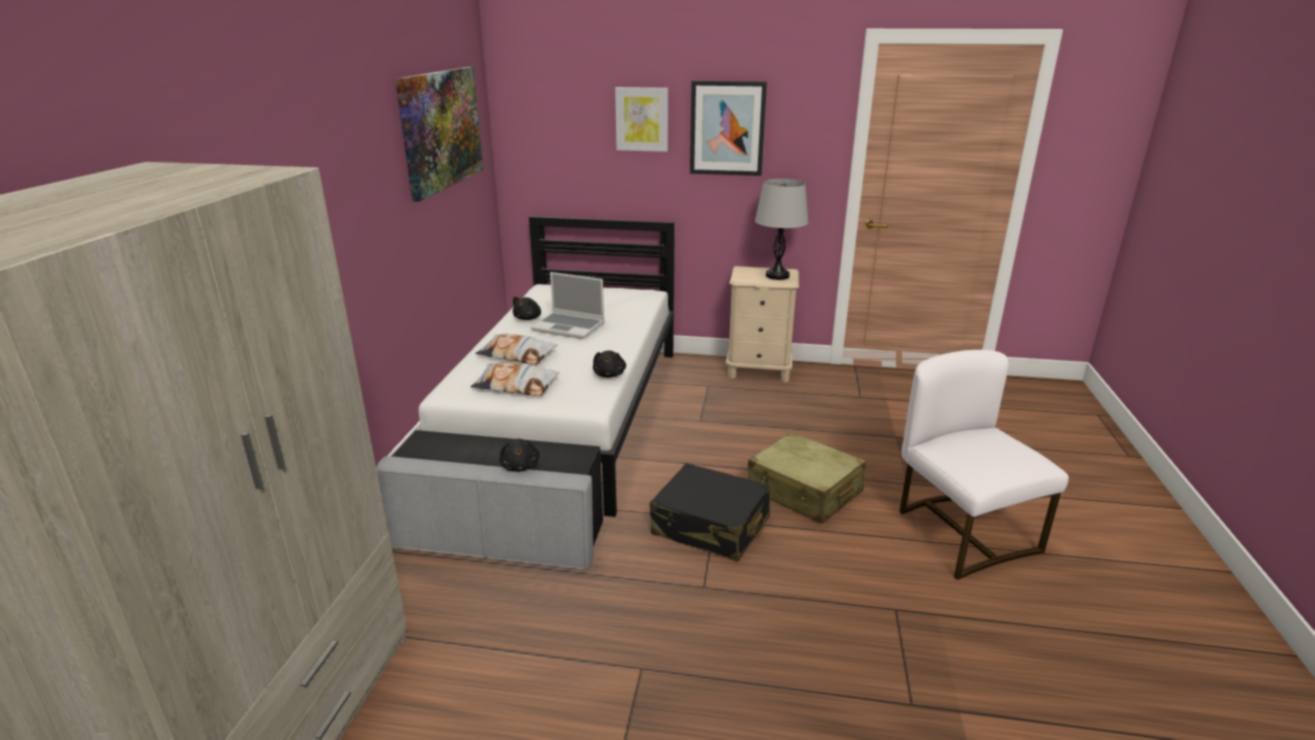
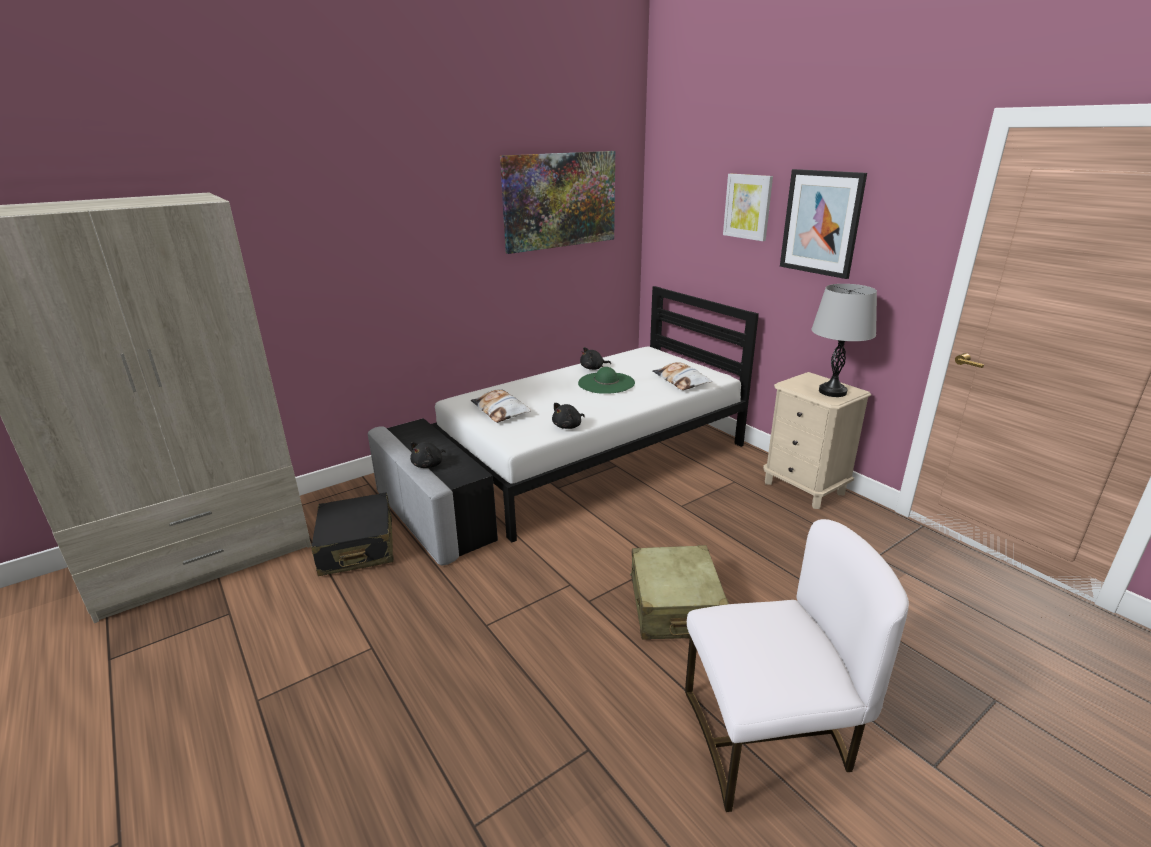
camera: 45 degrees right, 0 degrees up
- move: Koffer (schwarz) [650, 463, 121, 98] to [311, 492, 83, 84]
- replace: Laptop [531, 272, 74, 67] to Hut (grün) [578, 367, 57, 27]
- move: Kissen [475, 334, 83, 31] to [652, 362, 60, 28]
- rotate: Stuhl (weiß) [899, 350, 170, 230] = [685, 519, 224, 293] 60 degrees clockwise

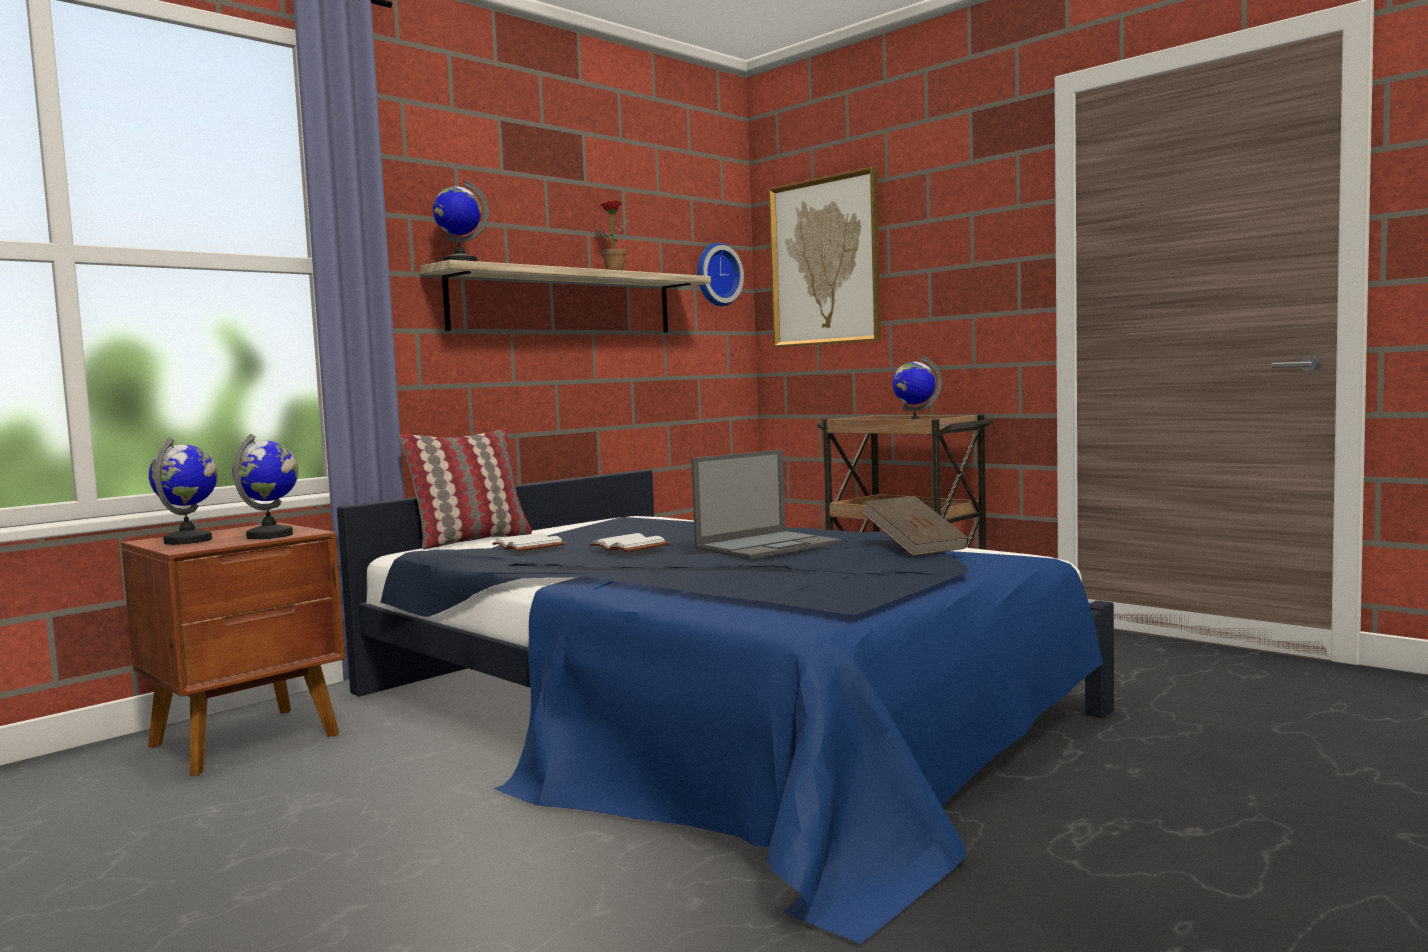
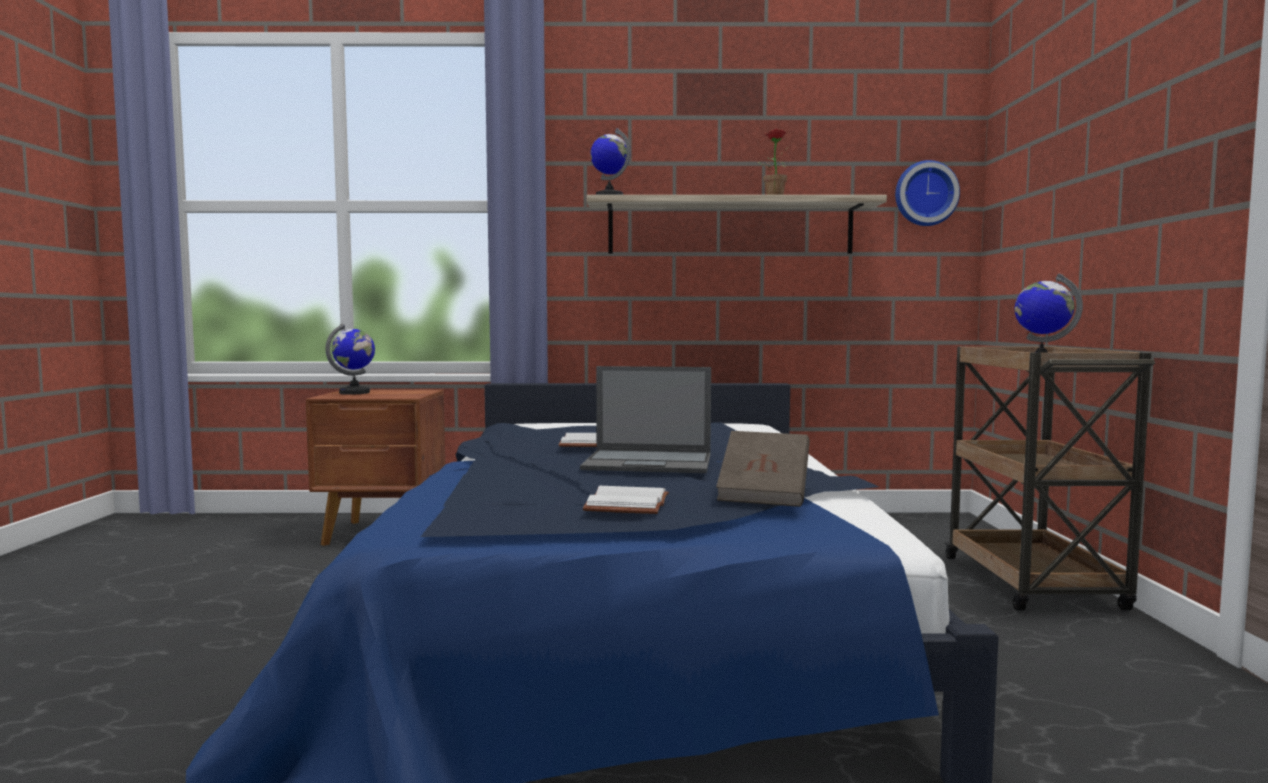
camera: 45 degrees right, 0 degrees up
- move: Buch (weiß) [492, 533, 74, 18] to [583, 486, 86, 28]
- delete: Globus [232, 434, 66, 105]
- delete: Kissen [399, 428, 133, 121]
- delete: Bild [768, 167, 113, 180]

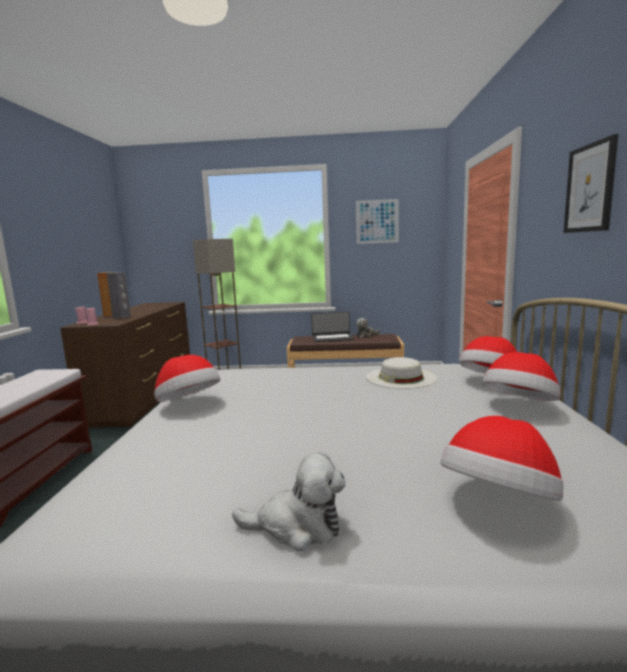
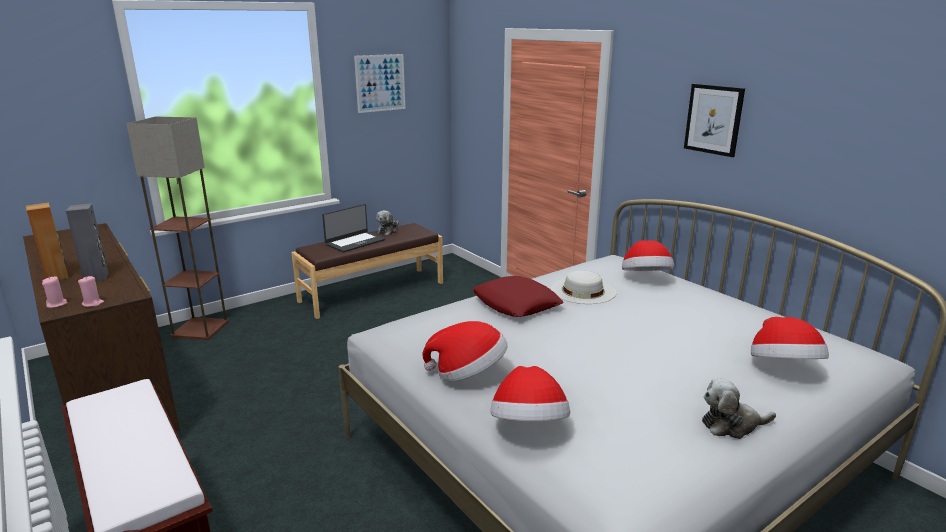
camera: 40 degrees left, 10 degrees up
- insert: Kissen (rot) [472, 276, 92, 41]
- move: Hut [482, 352, 78, 49] to [490, 366, 80, 55]
- rotate: Plüschtier [232, 452, 114, 99] = [702, 378, 74, 61] 150 degrees counterclockwise

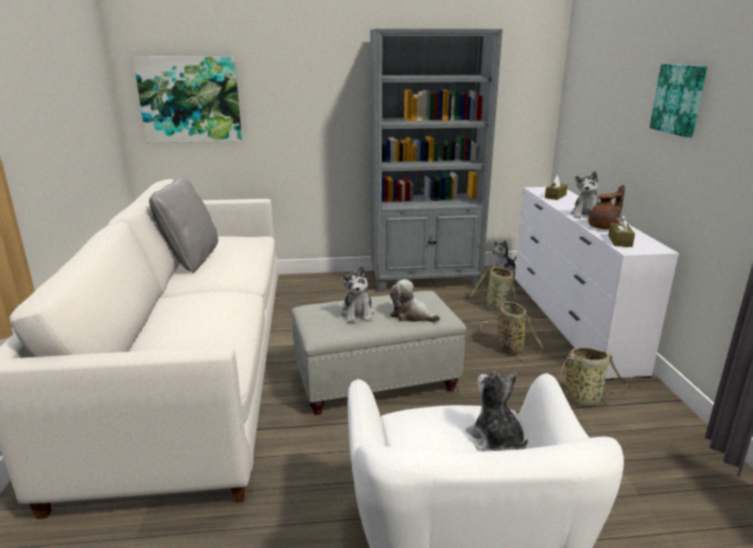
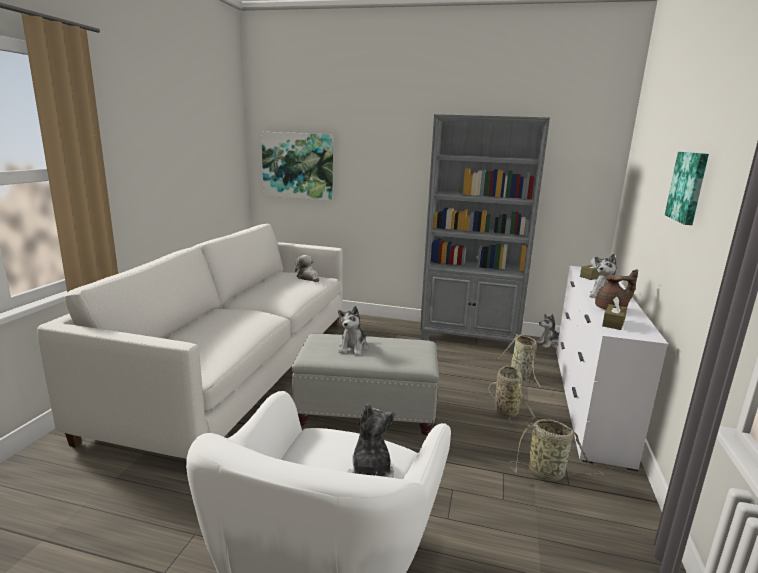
camera: 20 degrees right, 5 degrees down
- move: Plüschtier [390, 279, 51, 43] to [295, 255, 24, 27]
- delete: Kissen (grau) [149, 177, 69, 96]

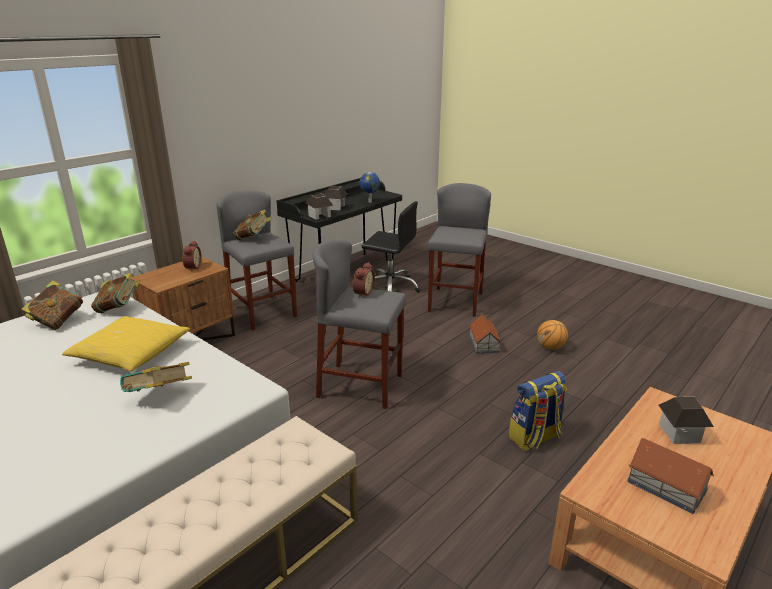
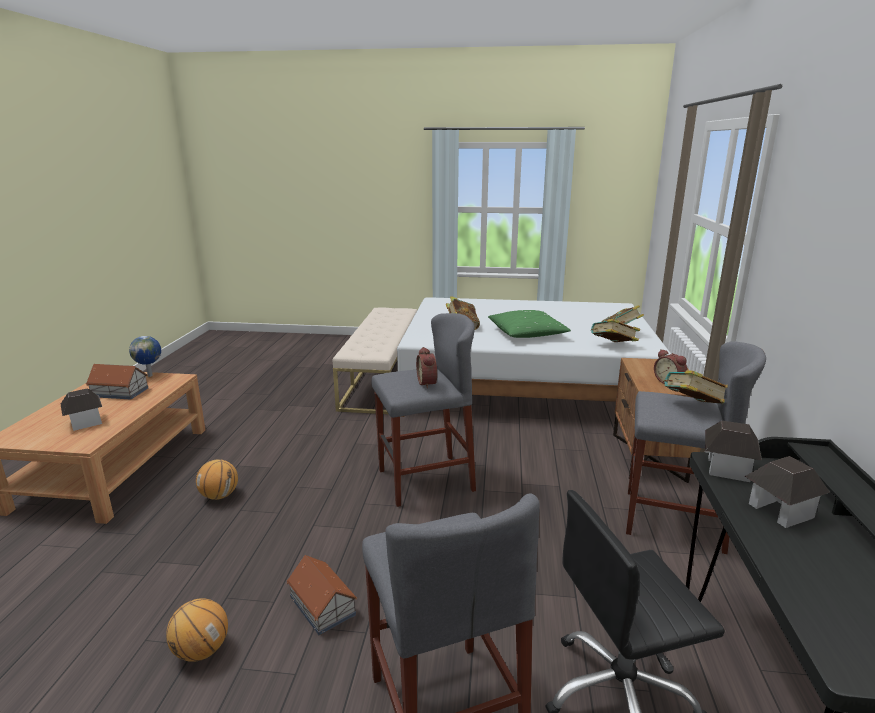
camera: 145 degrees right, 5 degrees down
- move: Globus [359, 172, 21, 31] to [129, 336, 32, 41]
- replace: Rucksack [509, 371, 58, 80] to Basketball [196, 459, 42, 41]
- recolor: Kissen (gelb) [62, 316, 128, 55] to Kissen (grün) [488, 310, 83, 28]

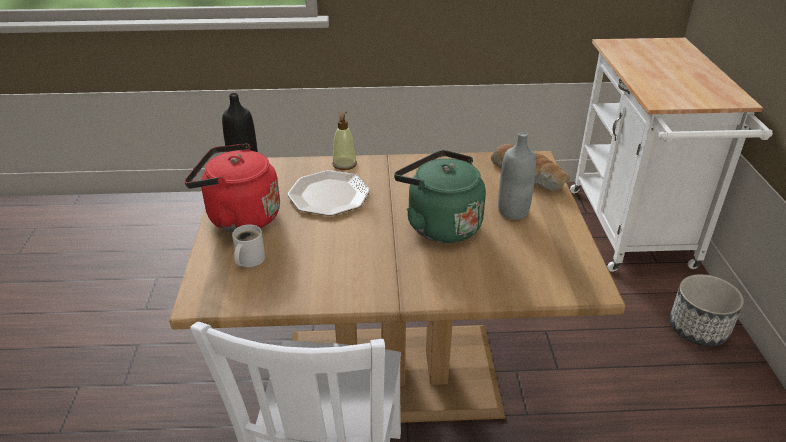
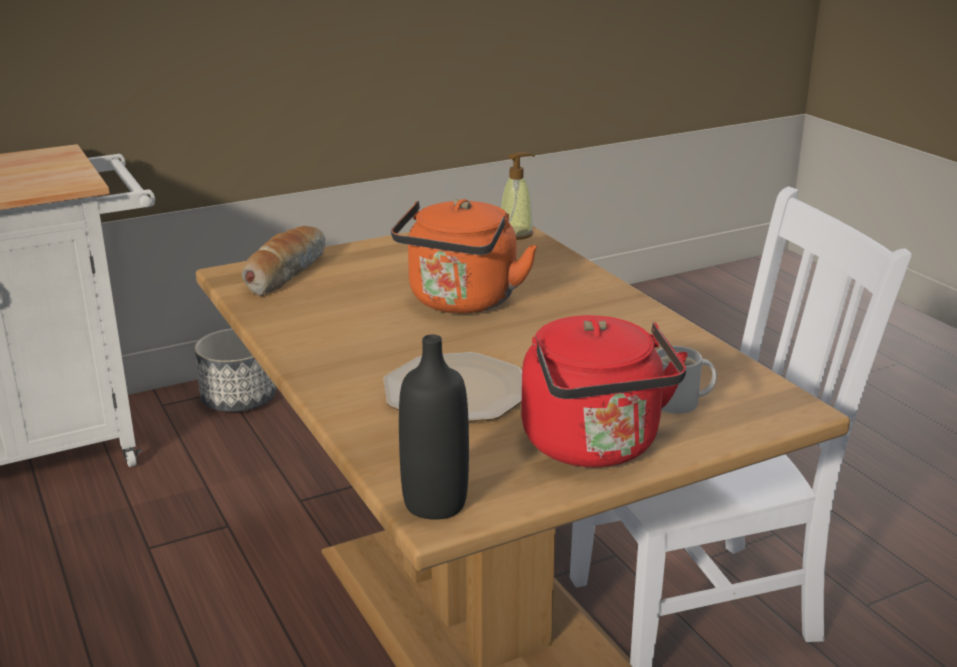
camera: 115 degrees left, 10 degrees down
- recolor: Wasserkessel (grün) [394, 150, 92, 93] to Wasserkessel (orange) [391, 199, 146, 115]
- move: Seifenspender [332, 112, 25, 58] to [501, 152, 34, 88]
- delete: Flasche (grau) [498, 132, 38, 88]

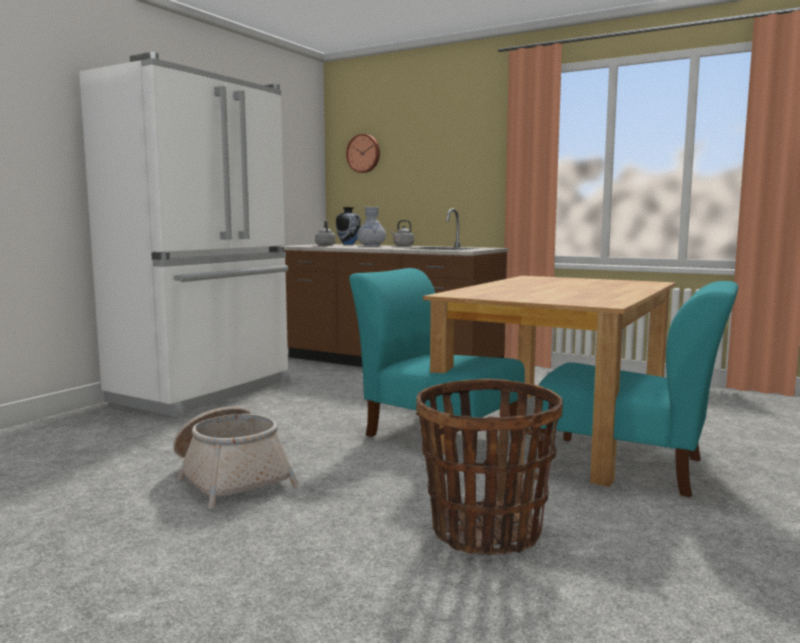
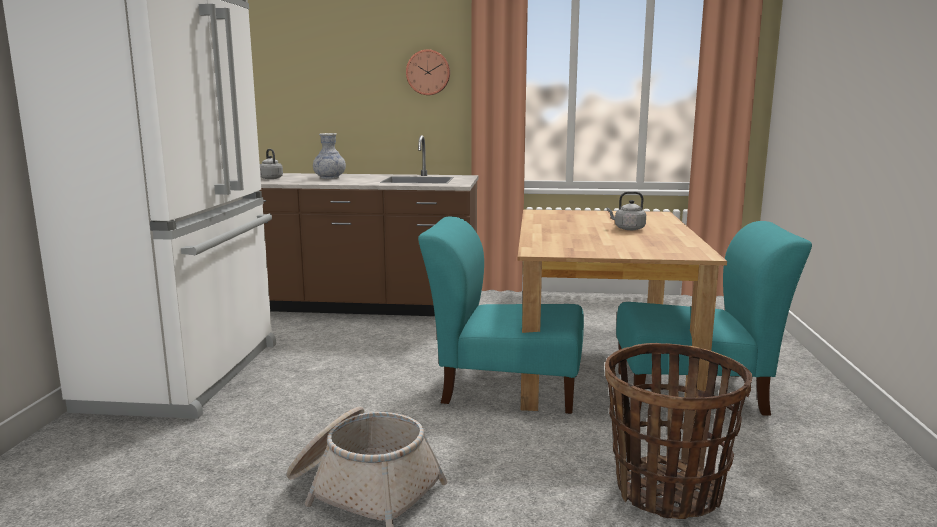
camera: 25 degrees left, 5 degrees up
- move: Wanduhr [346, 134, 34, 39] to [406, 49, 44, 46]
- move: Wasserkessel (grau) [391, 220, 23, 26] to [607, 191, 39, 39]
- delete: Vase [336, 207, 25, 38]

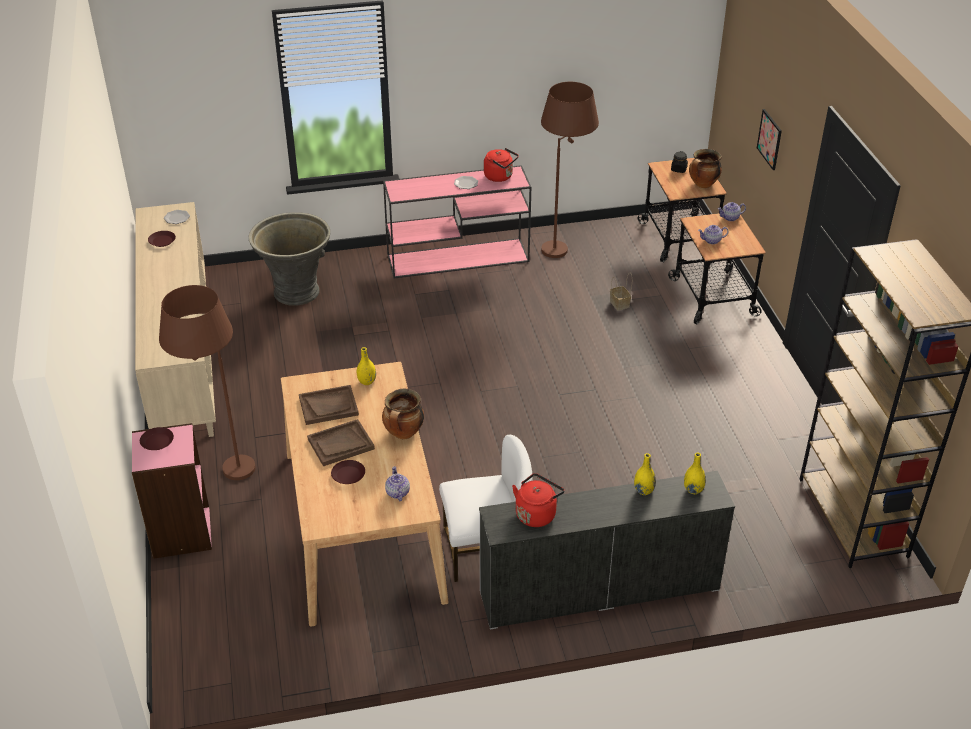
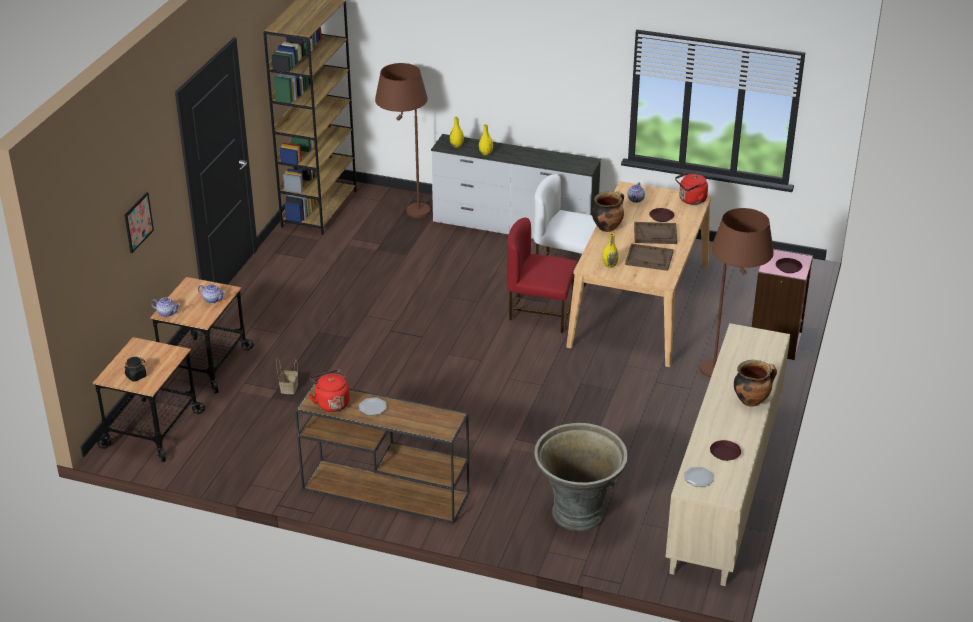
camera: 150 degrees left, 5 degrees down
- recolor: Konsolentisch (rosa) [383, 165, 148, 113] to Konsolentisch (braun) [295, 382, 174, 142]
- move: Stehlampe (braun) [541, 82, 58, 176] to [375, 63, 56, 155]
- insert: Stuhl (rot) [506, 218, 72, 115]
- move: Wasserkessel (rot) [512, 473, 52, 54] to [675, 172, 33, 33]
- move: Kochtopf [689, 149, 33, 39] to [734, 360, 43, 47]

